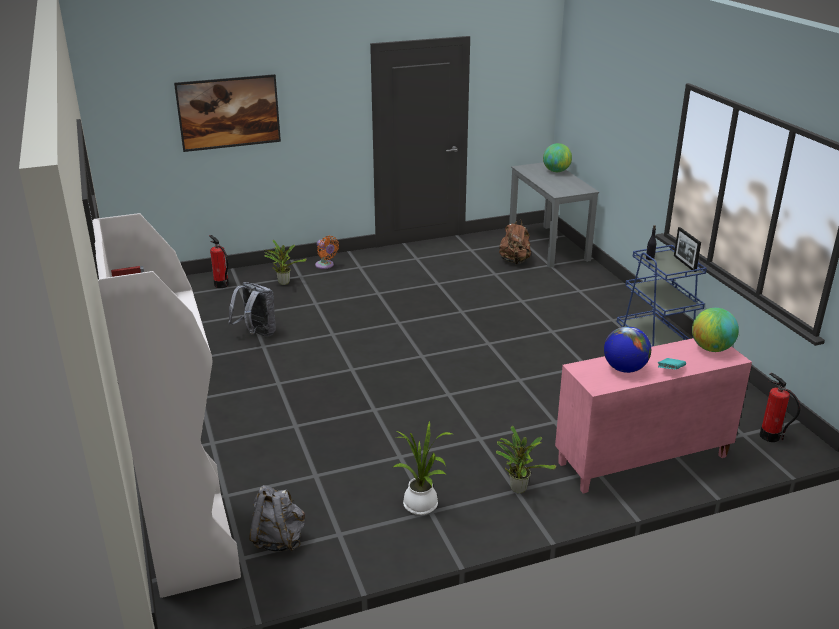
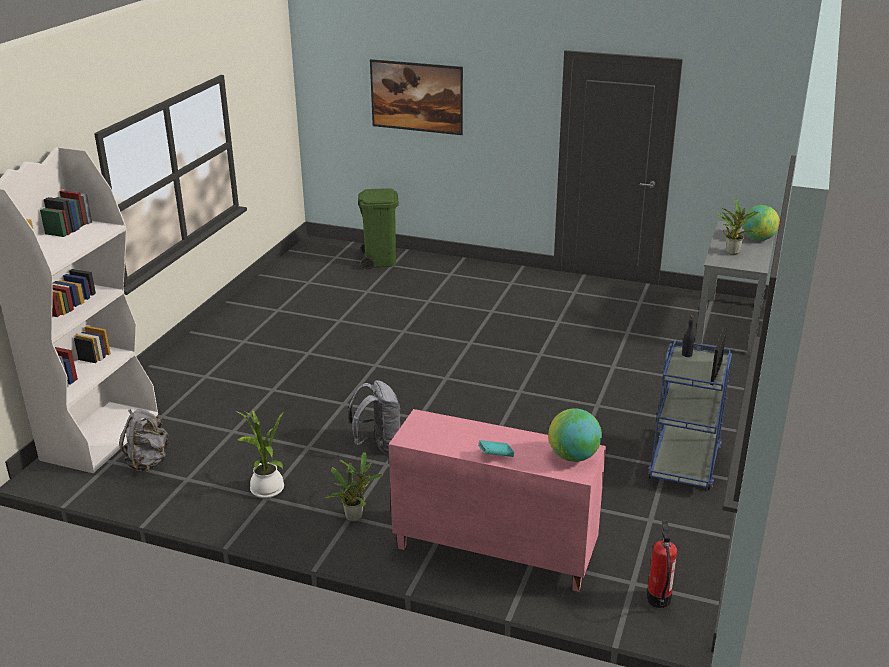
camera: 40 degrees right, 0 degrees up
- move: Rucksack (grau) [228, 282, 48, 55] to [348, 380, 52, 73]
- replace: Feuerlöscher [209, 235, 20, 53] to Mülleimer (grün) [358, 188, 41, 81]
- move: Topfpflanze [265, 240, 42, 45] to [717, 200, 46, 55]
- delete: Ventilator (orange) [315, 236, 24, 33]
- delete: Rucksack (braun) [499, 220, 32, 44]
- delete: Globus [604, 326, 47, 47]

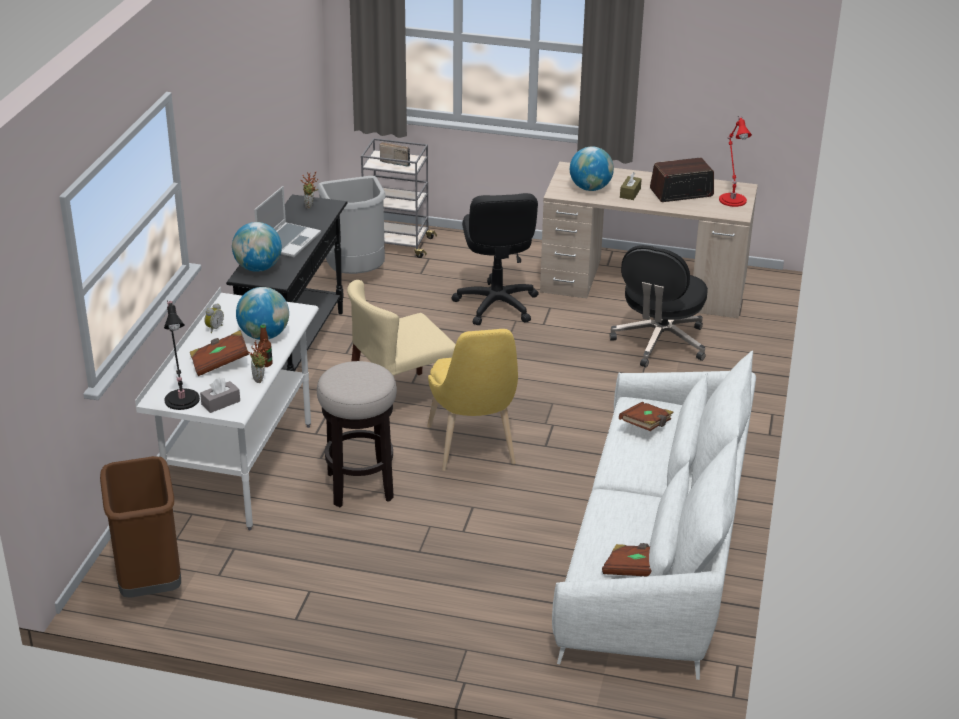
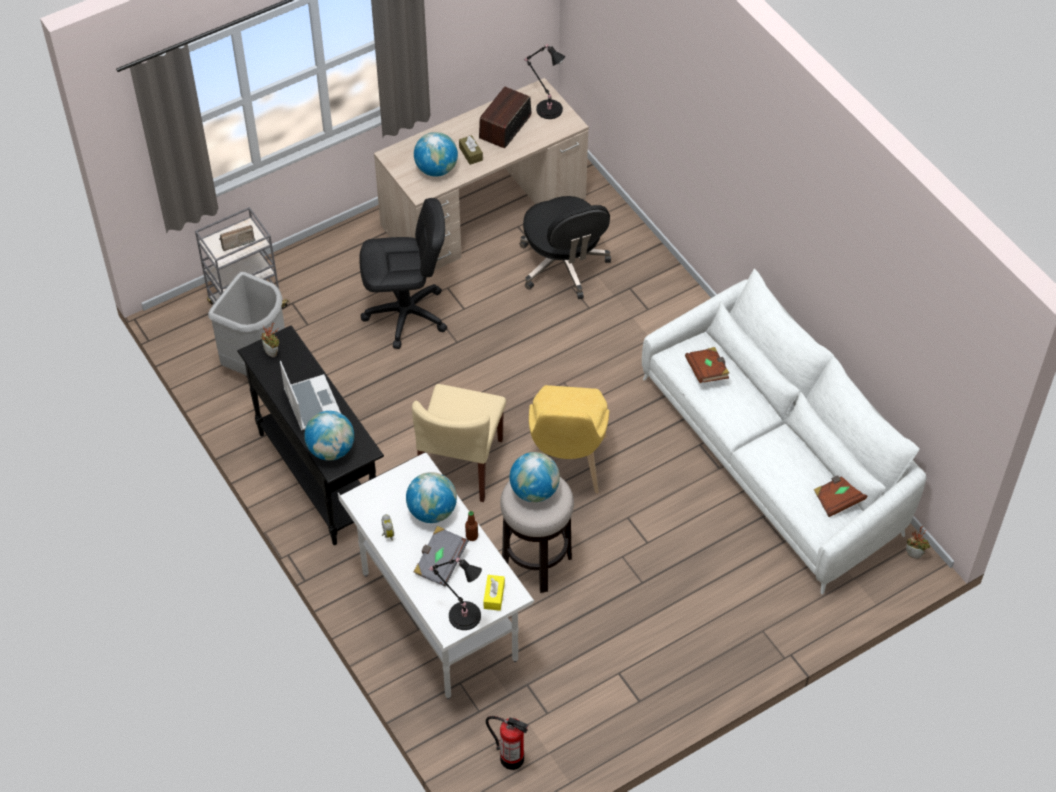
camera: 45 degrees left, 20 degrees up
- rotate: Bürostuhl (schwarz) [451, 193, 88, 132] = [359, 198, 88, 151] 45 degrees counterclockwise
- recolor: Buch (braun) [190, 330, 59, 46] to Buch (grau) [414, 526, 54, 61]
- recolor: Taschentuchbox (grau) [200, 378, 40, 35] to Taschentuchbox (gelb) [484, 575, 21, 36]
- replace: Mülleimer (braun) [100, 456, 81, 142] to Feuerlöscher [486, 716, 43, 54]
- insert: Globus [510, 452, 50, 50]
- recolor: Tischlampe (rot) [719, 116, 33, 91] to Tischlampe (schwarz) [523, 44, 43, 75]
- rotate: Stuhl (gelb) [427, 329, 91, 142] = [529, 385, 80, 108] 60 degrees clockwise
- move: Topfpflanze [247, 339, 21, 44] to [906, 526, 25, 33]

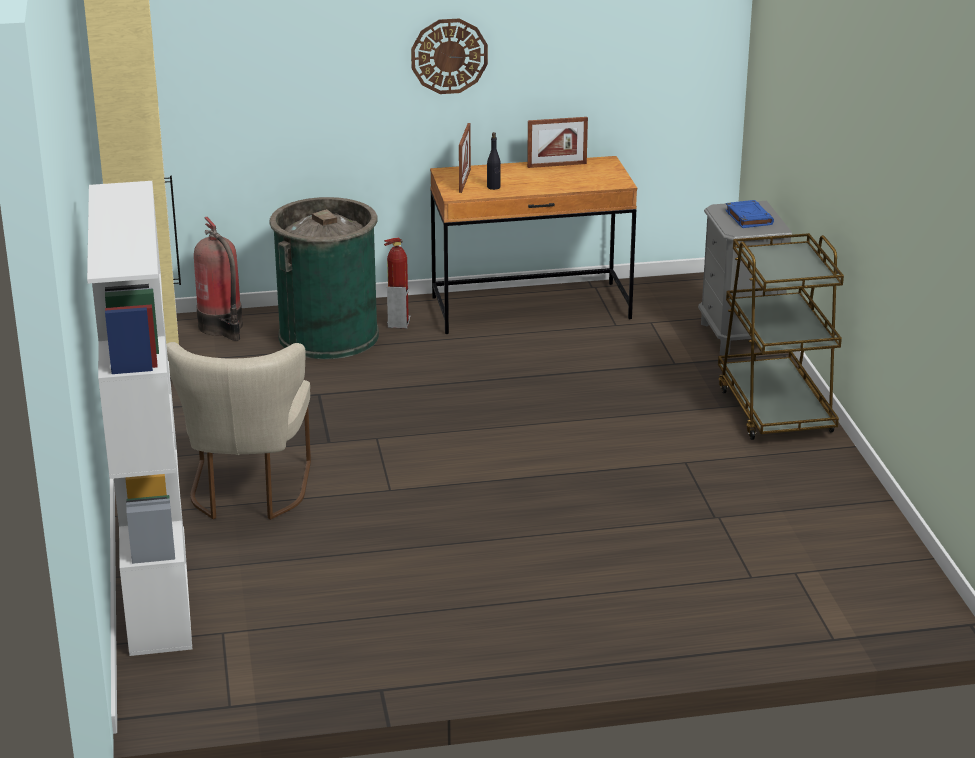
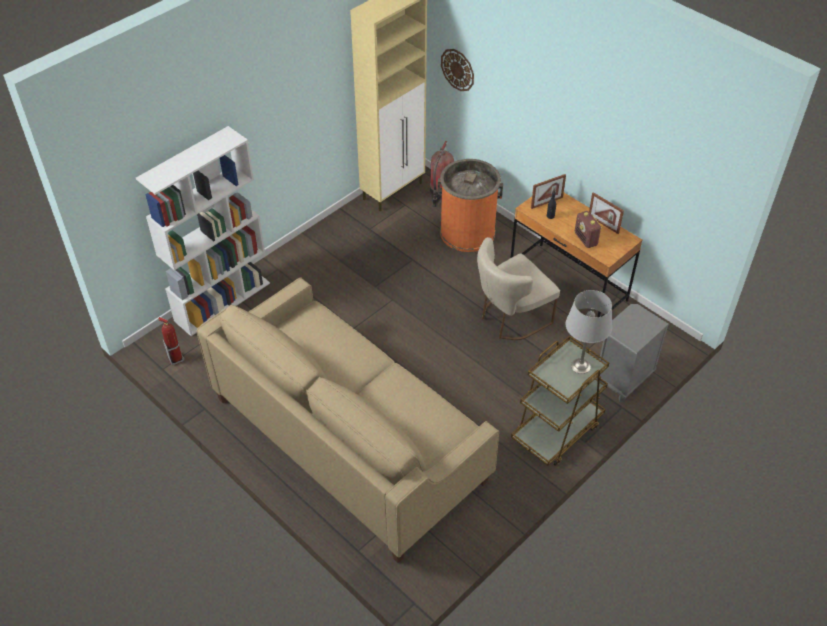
camera: 55 degrees right, 20 degrees up
- move: Feuerlöscher [384, 237, 27, 92] to [158, 317, 26, 49]
- insert: Sofa (beige) [196, 277, 303, 286]
- recolor: Mülleimer (grün) [269, 197, 110, 162] to Mülleimer (orange) [437, 159, 66, 93]
- move: Wanduhr [411, 18, 77, 76] to [441, 49, 33, 42]
- move: Stuhl (beige) [166, 342, 145, 178] to [477, 237, 83, 103]
- insert: Tischlampe (grau) [566, 290, 46, 84]
- insert: Radio [575, 211, 27, 37]
- delete: Buch (blau) [725, 200, 49, 28]

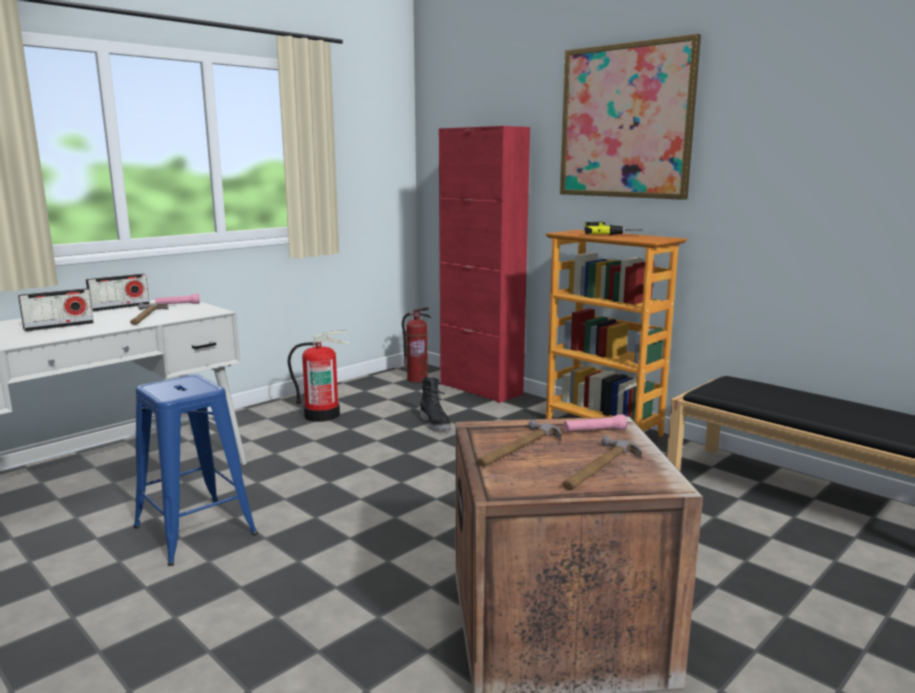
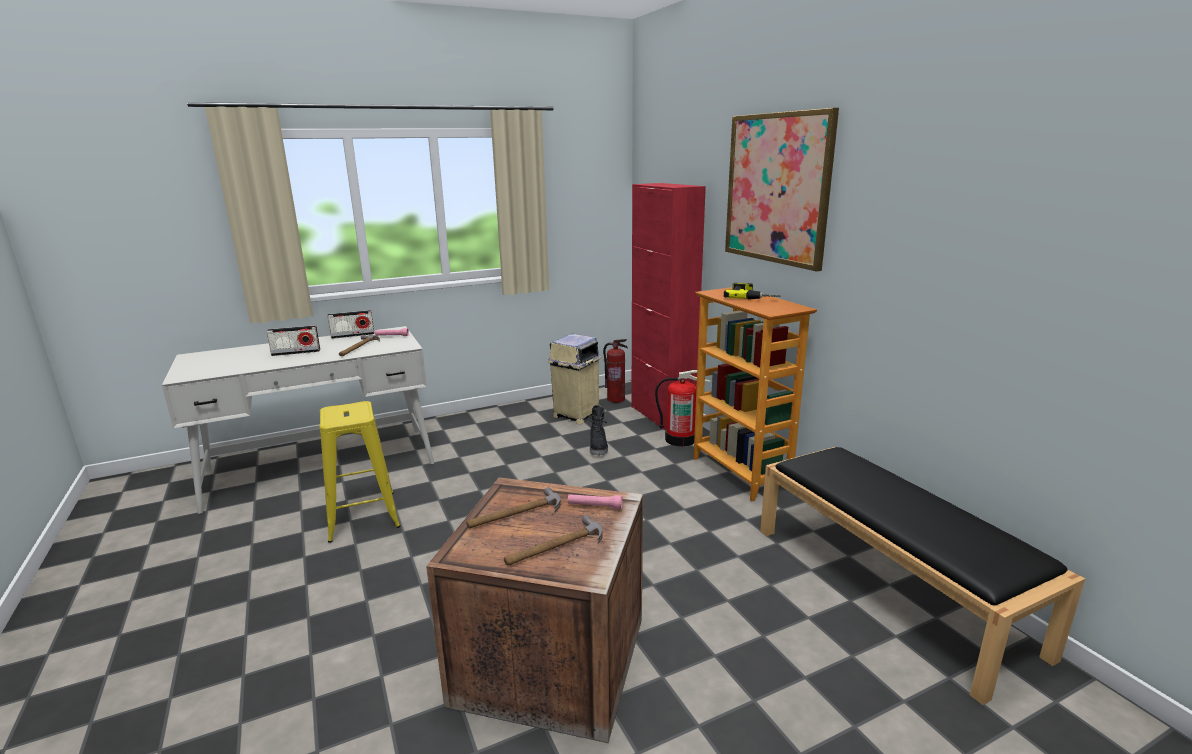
camera: 20 degrees right, 5 degrees up
- recolor: Hocker (blau) [133, 375, 125, 191] to Hocker (gelb) [319, 401, 82, 142]
- insert: Mülleimer (beige) [547, 334, 54, 91]
- move: Feuerlöscher [288, 331, 63, 91] to [655, 370, 56, 77]

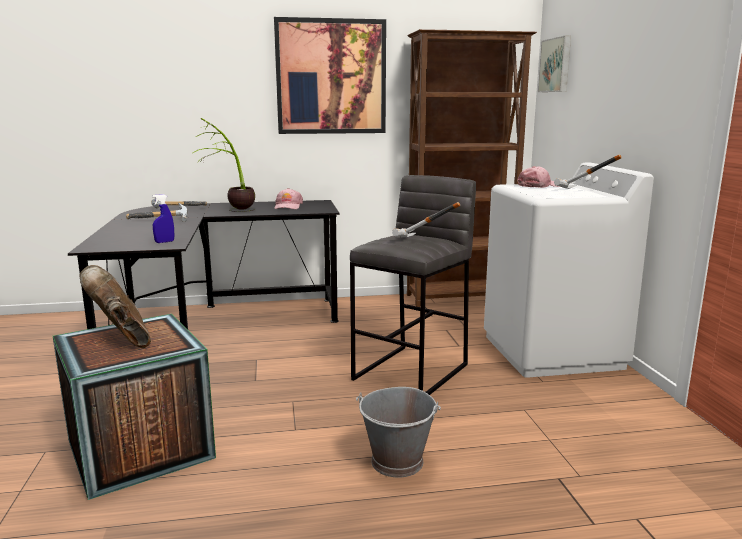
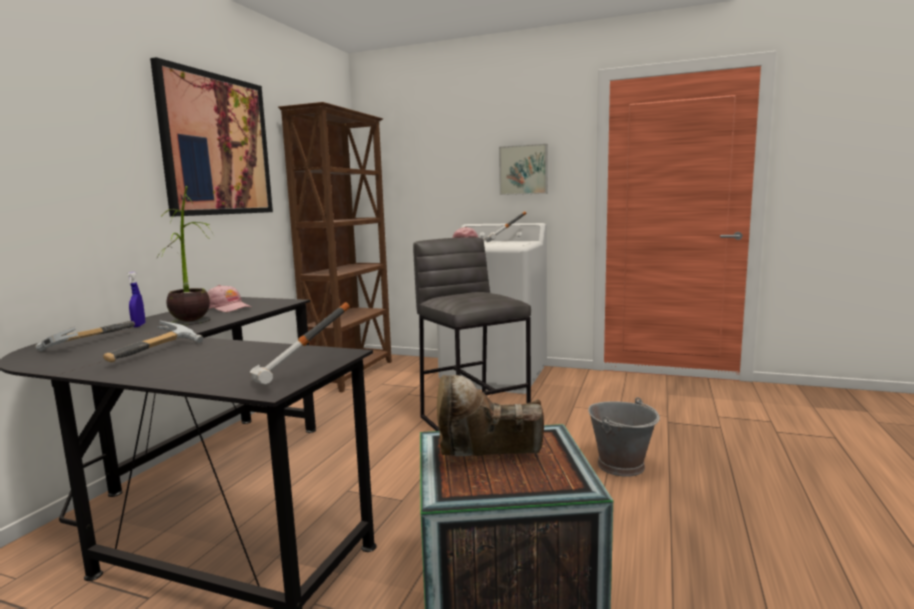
camera: 60 degrees left, 5 degrees down
- move: Sprühflasche (blau) [152, 194, 22, 49] to [127, 272, 18, 55]
- move: Hammer [392, 202, 68, 35] to [250, 302, 100, 83]
- move: Bild [538, 36, 33, 56] to [499, 144, 49, 51]

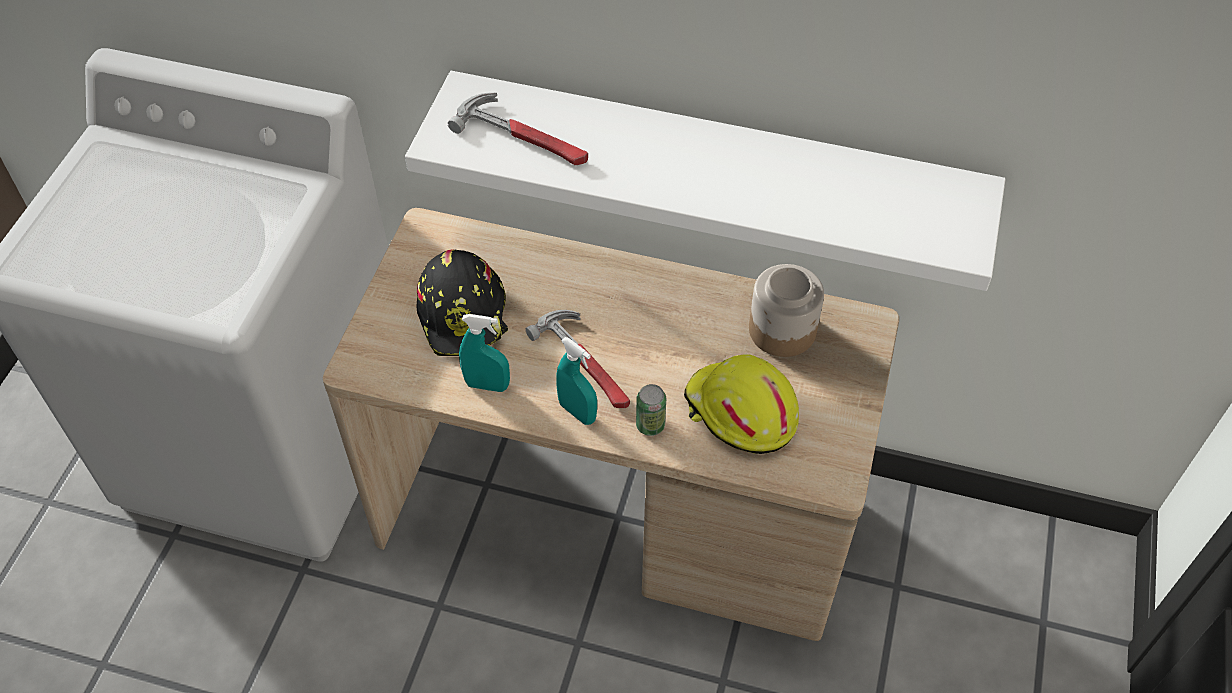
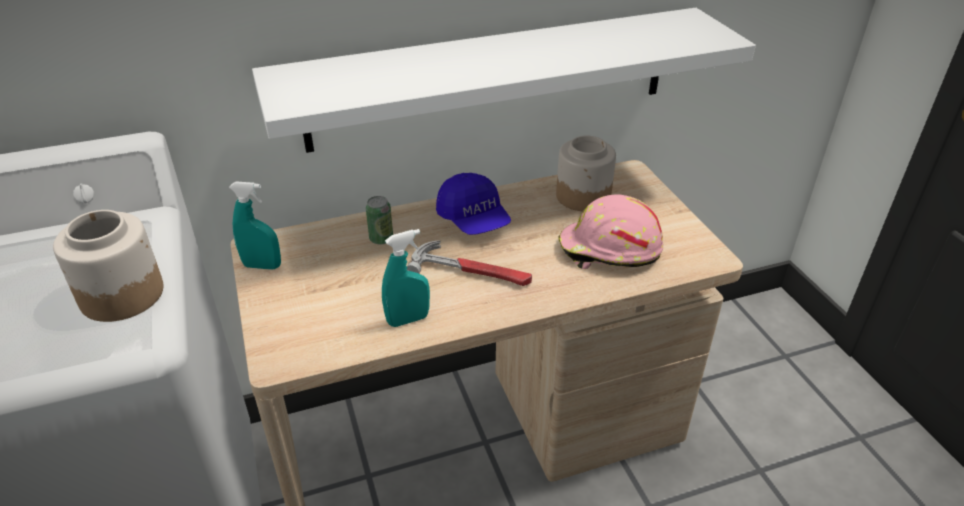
camera: 35 degrees left, 15 degrees down
- insert: Vorratsglas [53, 210, 111, 112]
- move: Sprühflasche (türkis) [556, 337, 41, 88] to [229, 181, 52, 89]
- move: Dose [636, 384, 30, 52] to [366, 196, 27, 49]
- insert: Kappe (blau) [436, 173, 75, 62]
- recolor: Schutzhelm (gelb) [684, 354, 115, 100] to Schutzhelm (rosa) [558, 195, 105, 74]
- delete: Schutzhelm (schwarz) [417, 249, 91, 107]
- delete: Hammer [448, 93, 140, 72]

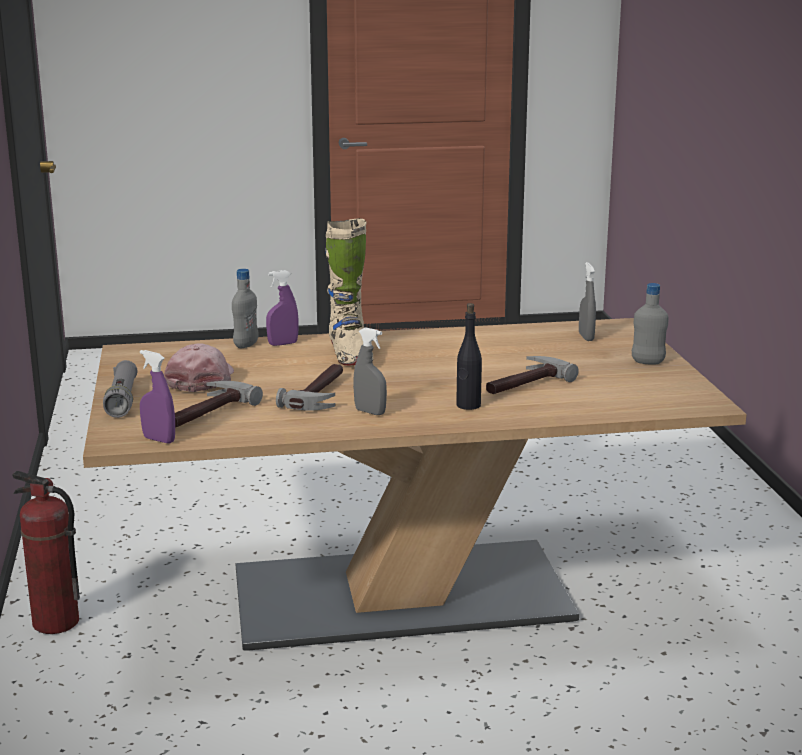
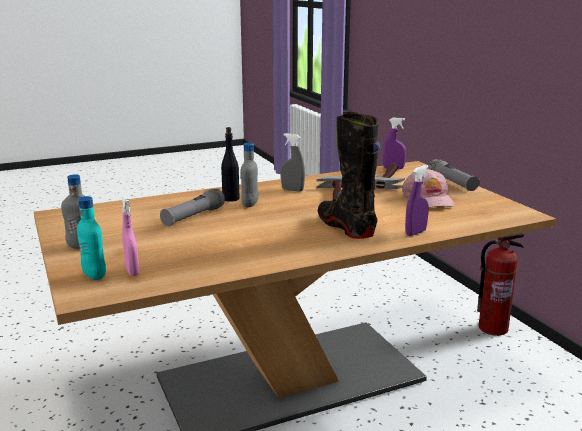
camera: 165 degrees right, 0 degrees up
- insert: Flasche (türkis) [77, 196, 29, 84]
- recolor: Sprühflasche (grau) [579, 262, 17, 79] to Sprühflasche (rosa) [122, 195, 17, 81]
- replace: Hammer [486, 356, 93, 38] to Taschenlampe (grau) [160, 189, 65, 37]
- move: Flasche (grau) [232, 269, 26, 79] to [241, 143, 17, 64]
- recolor: Stiefel (beige) [325, 218, 49, 147] to Stiefel (schwarz) [318, 112, 62, 127]

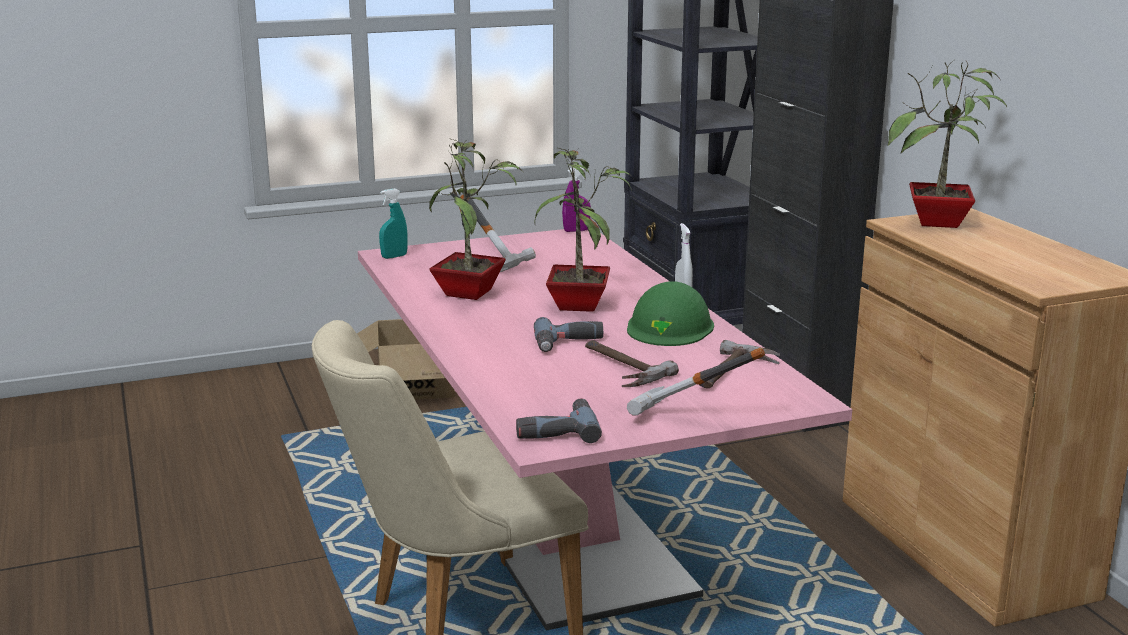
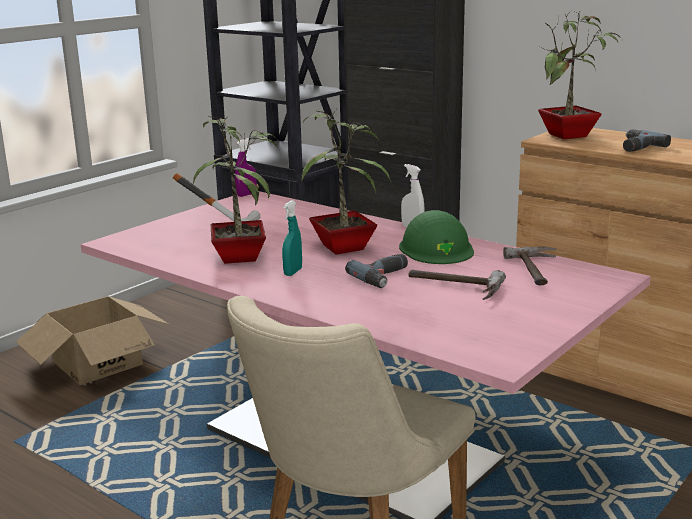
camera: 30 degrees left, 0 degrees up
- move: Sprühflasche (türkis) [379, 188, 29, 71] to [282, 200, 20, 76]
- move: Bohrmaschine [516, 398, 86, 45] to [623, 129, 48, 23]
- delete: Hammer [627, 347, 138, 69]

